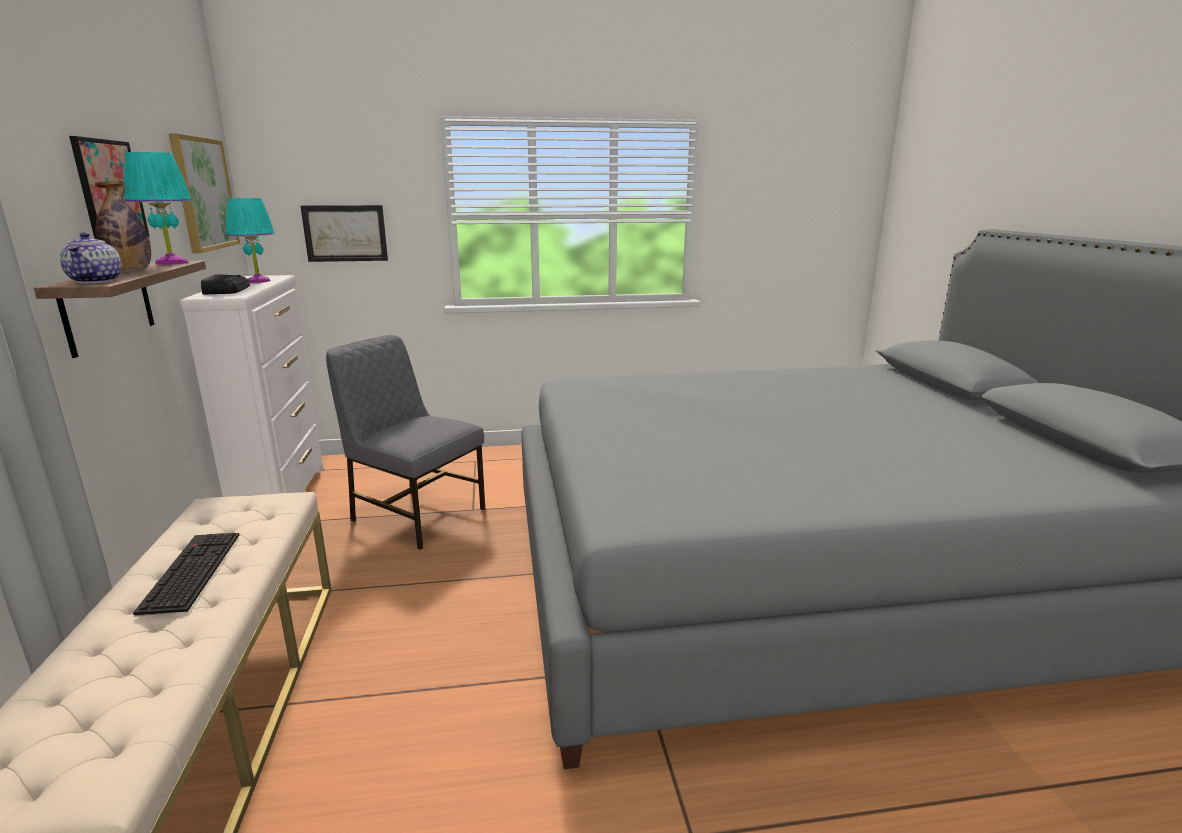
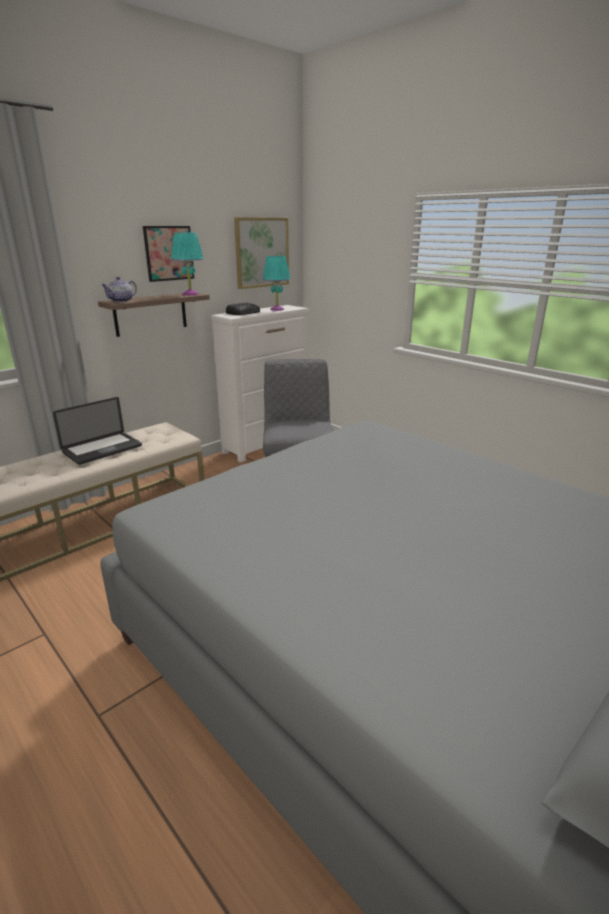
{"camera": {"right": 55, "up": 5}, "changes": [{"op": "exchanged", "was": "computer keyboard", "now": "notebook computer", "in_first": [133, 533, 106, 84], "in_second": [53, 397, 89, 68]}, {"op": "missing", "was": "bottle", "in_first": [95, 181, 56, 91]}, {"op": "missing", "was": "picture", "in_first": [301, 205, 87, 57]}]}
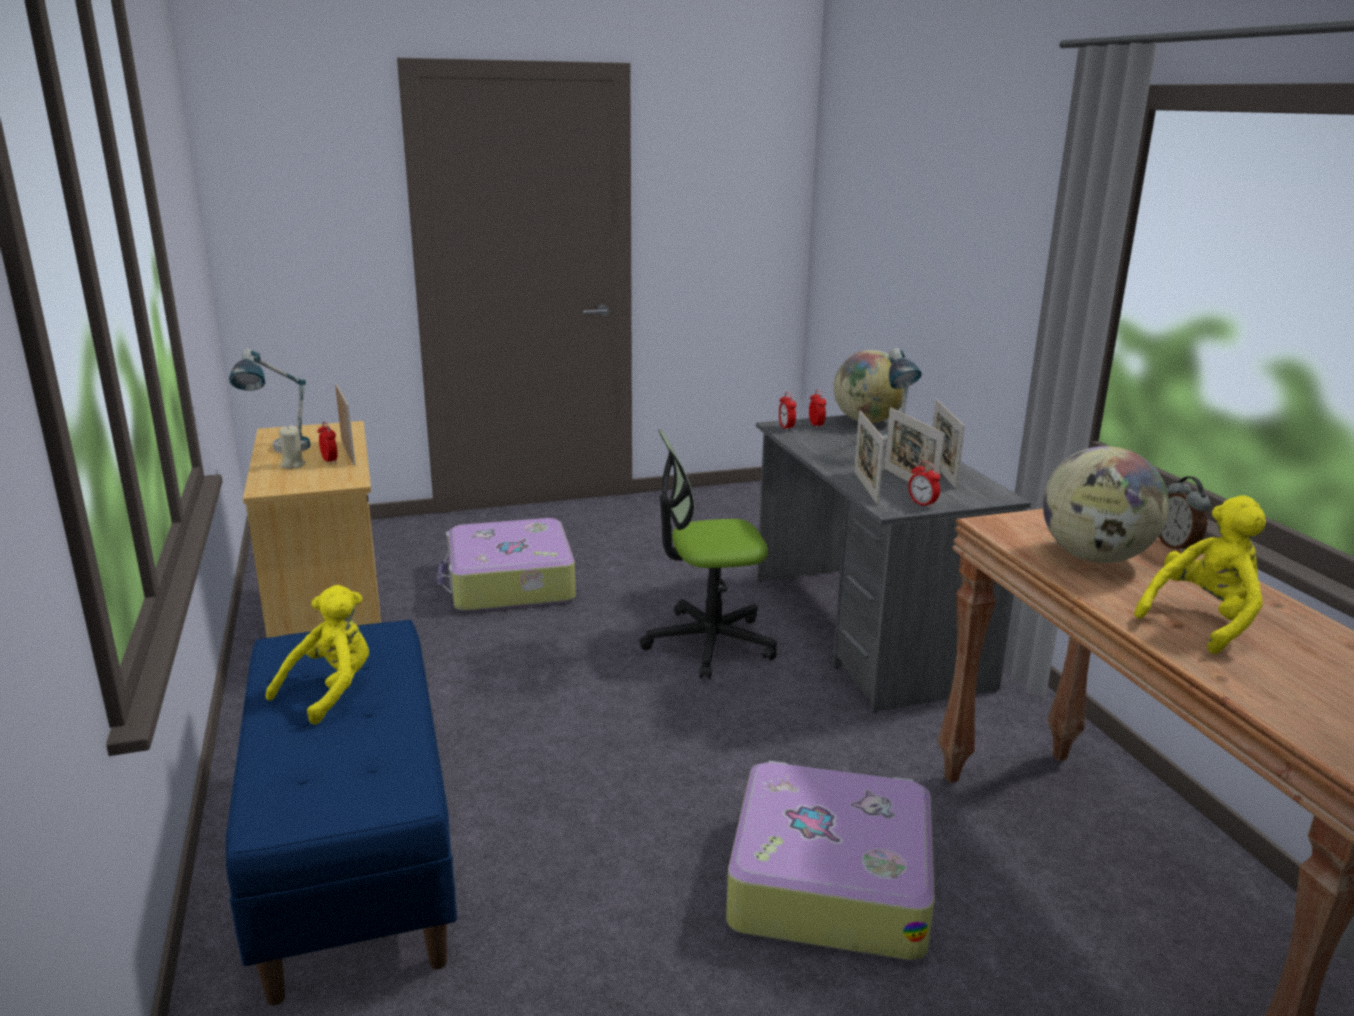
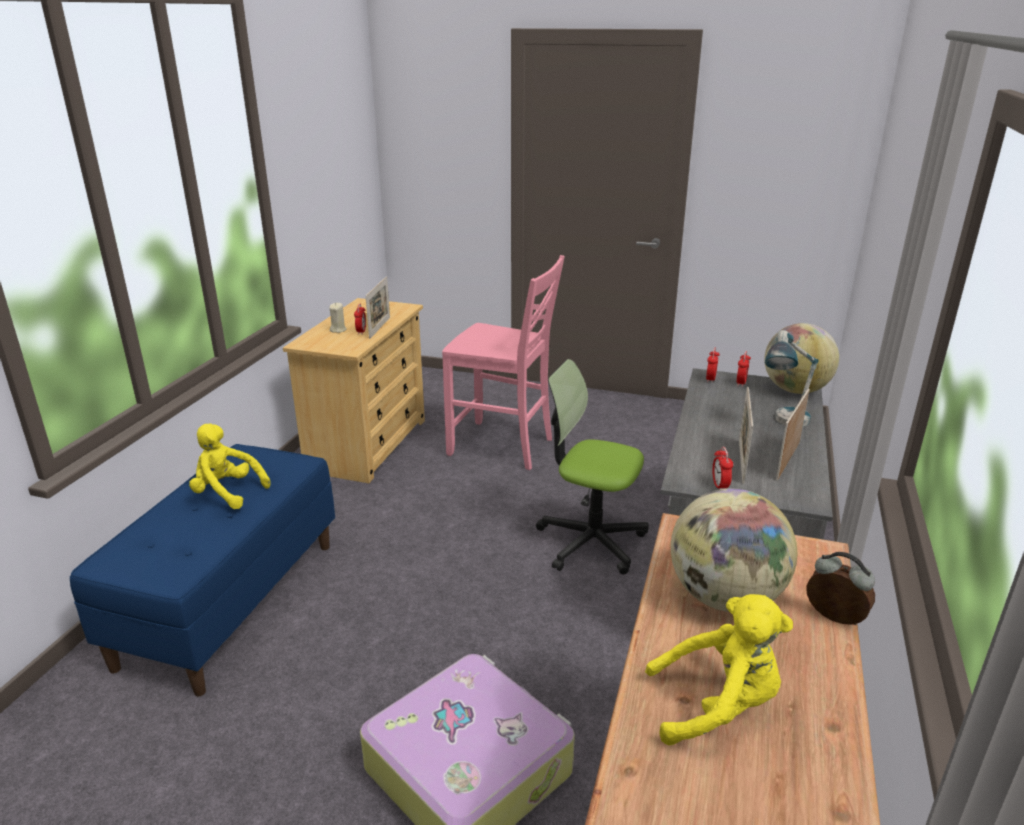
{"camera": {"right": 35, "up": 5}, "changes": [{"op": "spun", "was": "cuddly toy/yellowish", "in_first": [266, 585, 103, 140], "in_second": [189, 424, 82, 85], "clockwise": -135}, {"op": "exchanged", "was": "travel case", "now": "plain chair/pinkish", "in_first": [437, 518, 139, 94], "in_second": [442, 255, 123, 215]}, {"op": "spun", "was": "table clock", "in_first": [1159, 476, 52, 76], "in_second": [806, 552, 69, 73], "clockwise": 105}, {"op": "missing", "was": "lamp for a table", "in_first": [229, 348, 81, 105]}, {"op": "missing", "was": "picture frame", "in_first": [854, 410, 30, 94]}]}
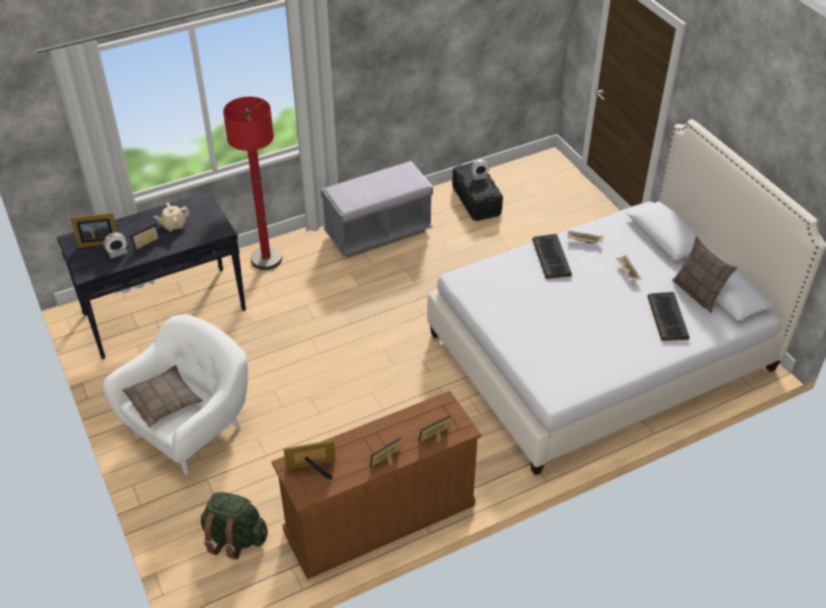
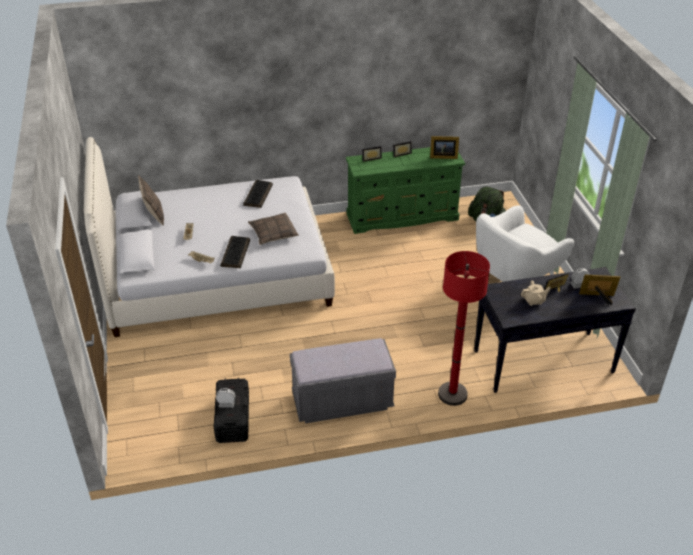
{"camera": {"right": -165, "up": -5}, "changes": [{"op": "relocated", "was": "computer keyboard", "in_first": [647, 292, 43, 49], "in_second": [243, 180, 30, 28]}, {"op": "relocated", "was": "throw pillow", "in_first": [123, 365, 80, 63], "in_second": [248, 213, 51, 32]}, {"op": "colour", "was": "dresser/brown", "now": "dresser/greenish", "in_first": [272, 391, 209, 189], "in_second": [346, 147, 119, 87]}]}
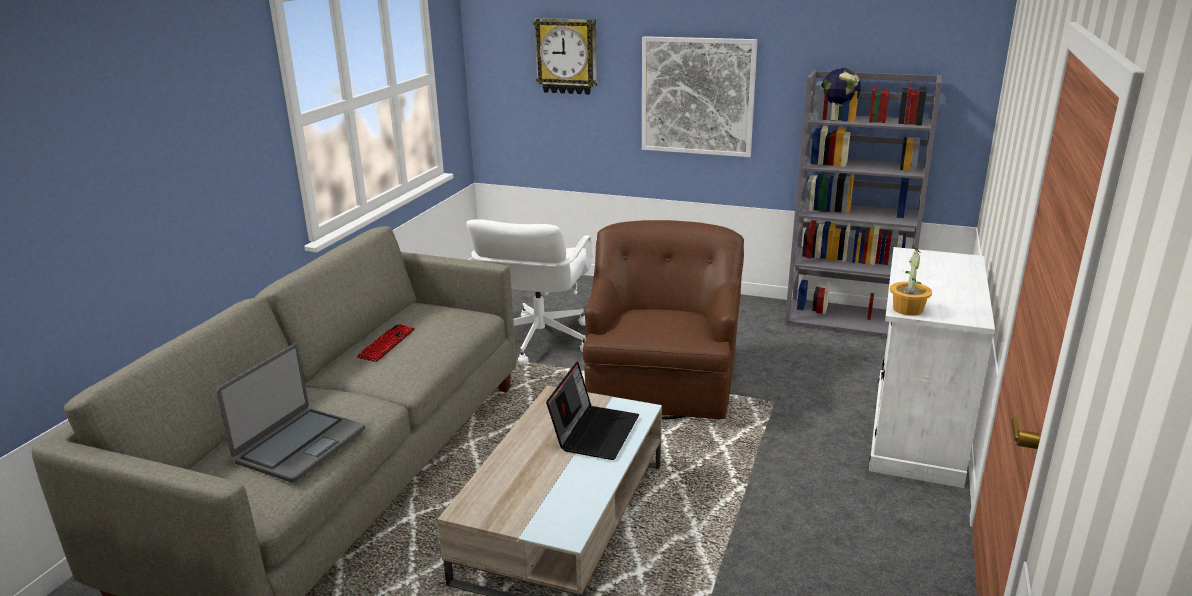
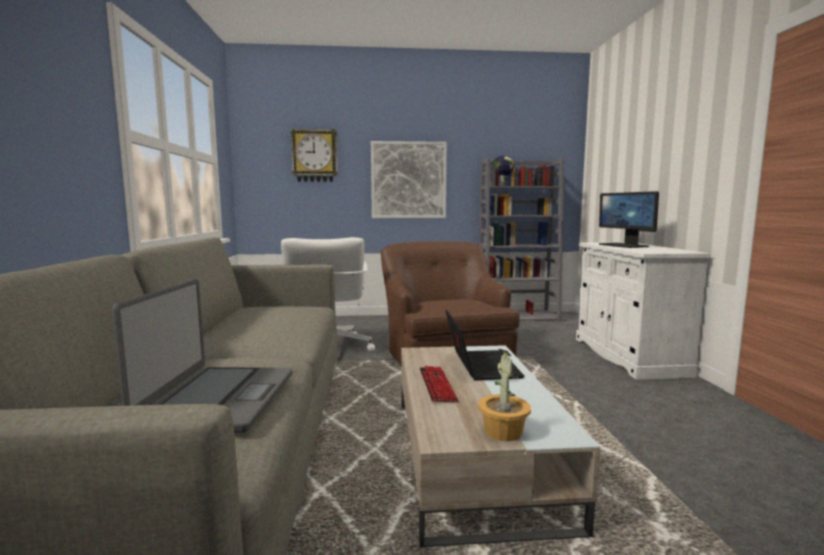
{"camera": {"right": -25, "up": -15}, "changes": [{"op": "relocated", "was": "computer keyboard", "in_first": [357, 324, 58, 38], "in_second": [420, 366, 38, 36]}, {"op": "relocated", "was": "plant in a pot", "in_first": [890, 246, 42, 70], "in_second": [478, 349, 53, 92]}, {"op": "appeared", "now": "computer screen", "in_second": [599, 191, 60, 57]}]}
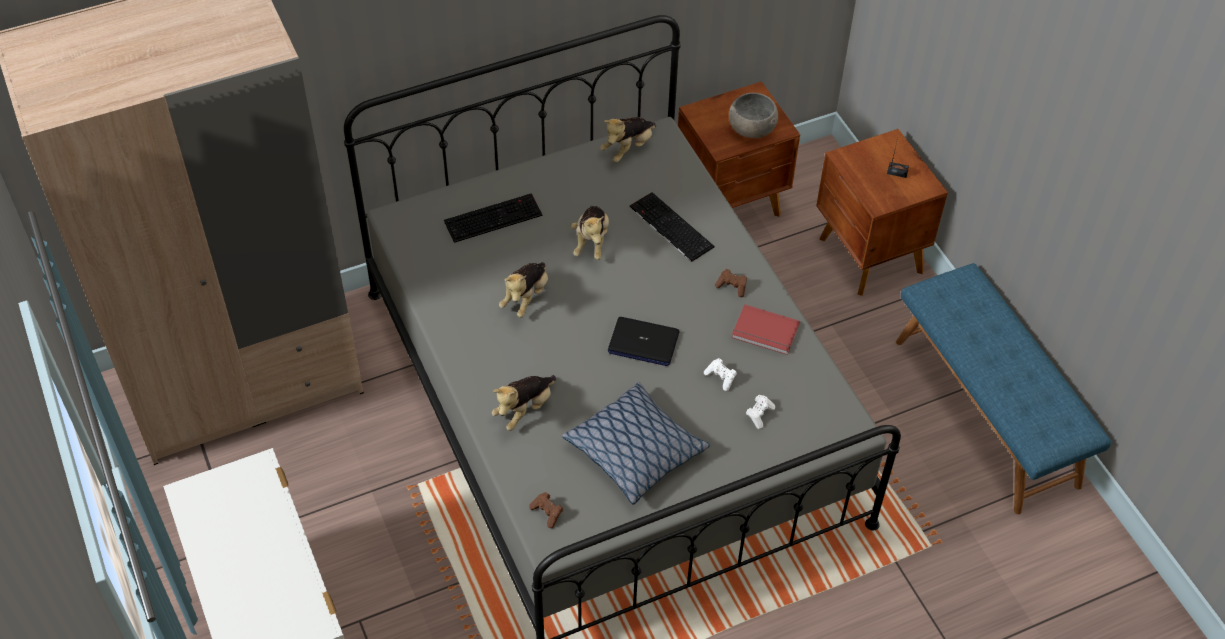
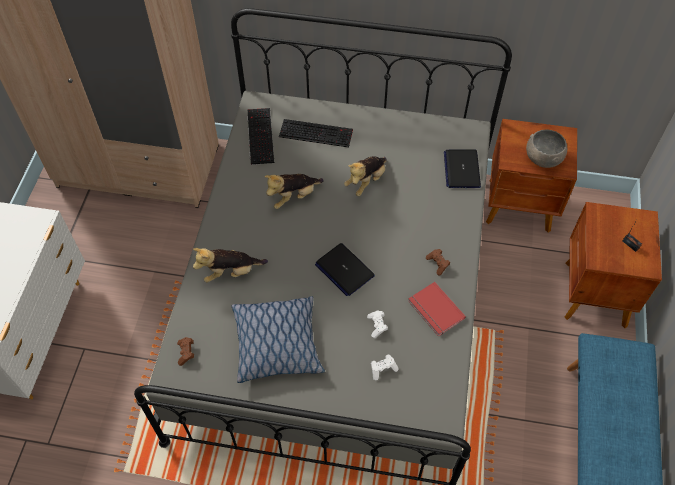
{"camera": {"right": 35, "up": 5}, "changes": [{"op": "relocated", "was": "computer keyboard", "in_first": [630, 192, 85, 70], "in_second": [247, 108, 27, 57]}, {"op": "appeared", "now": "notebook computer", "in_second": [444, 149, 37, 39]}, {"op": "missing", "was": "cuddly toy", "in_first": [600, 117, 56, 46]}]}
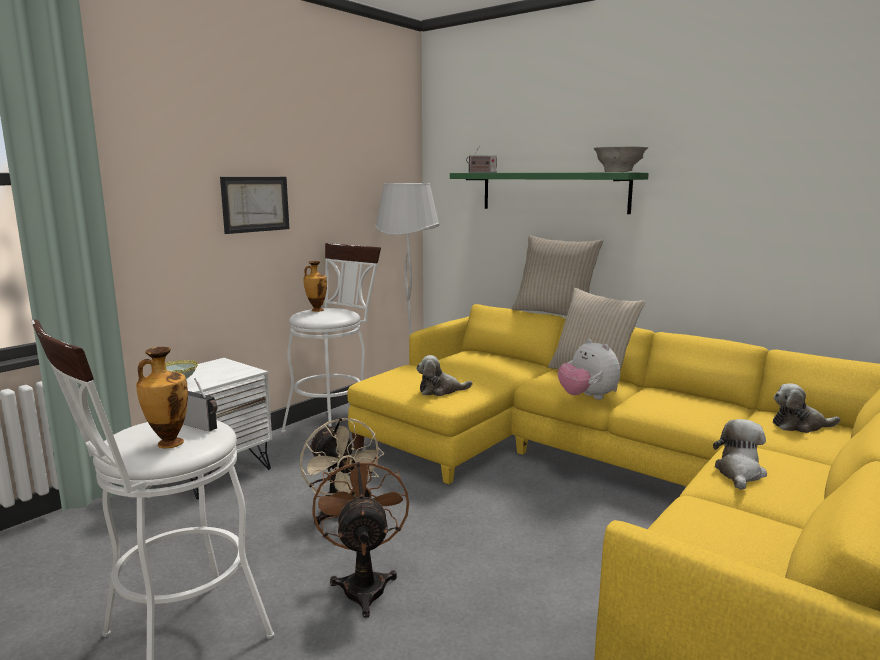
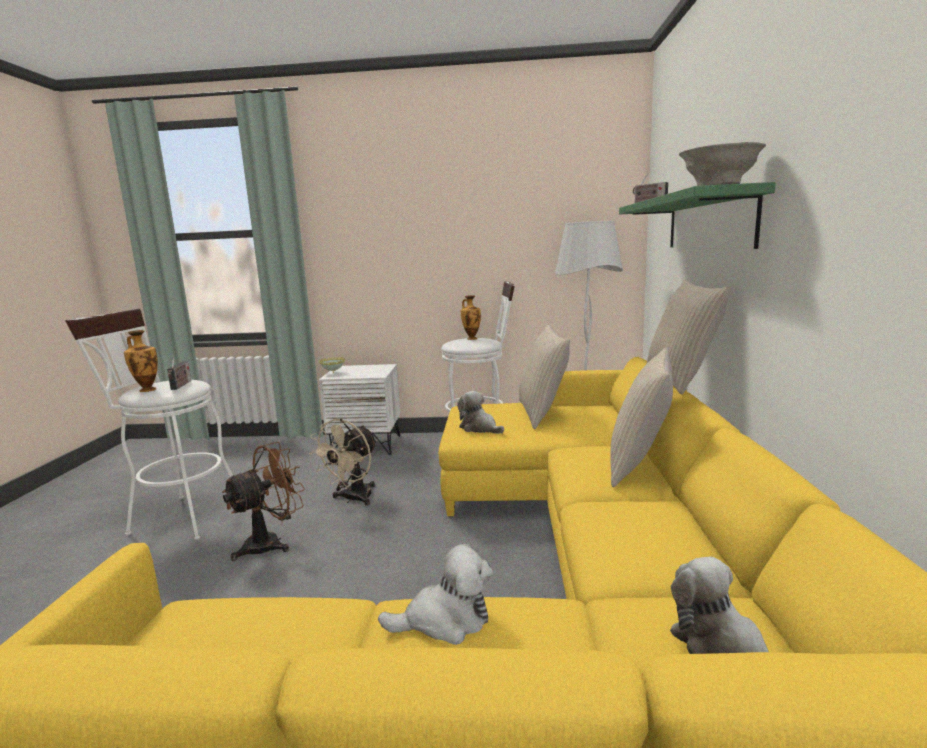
{"camera": {"right": 55, "up": 0}, "changes": [{"op": "appeared", "now": "throw pillow/beige", "in_second": [519, 325, 51, 104]}, {"op": "missing", "was": "picture", "in_first": [220, 177, 69, 57]}, {"op": "missing", "was": "cuddly toy", "in_first": [558, 339, 62, 61]}]}
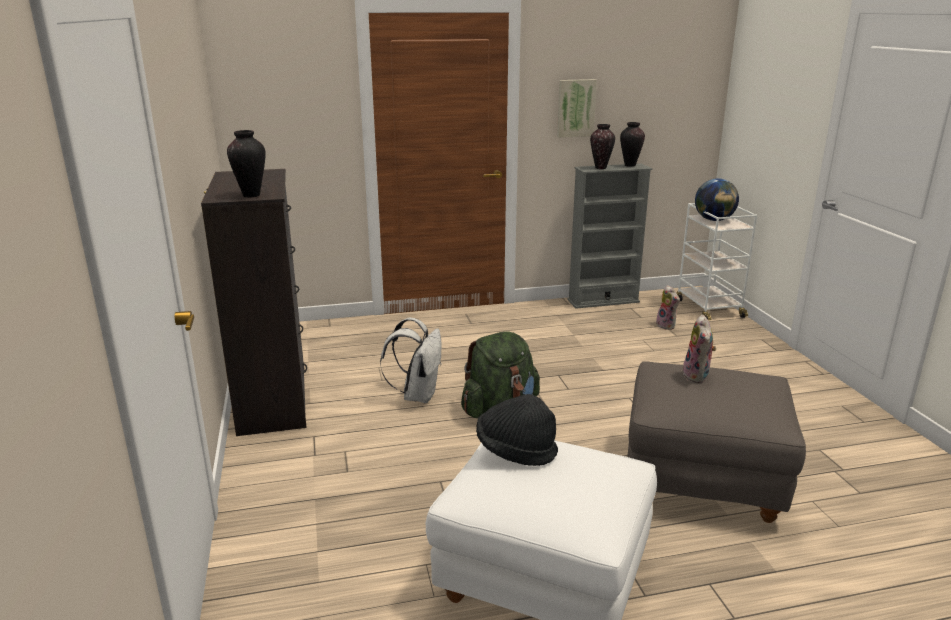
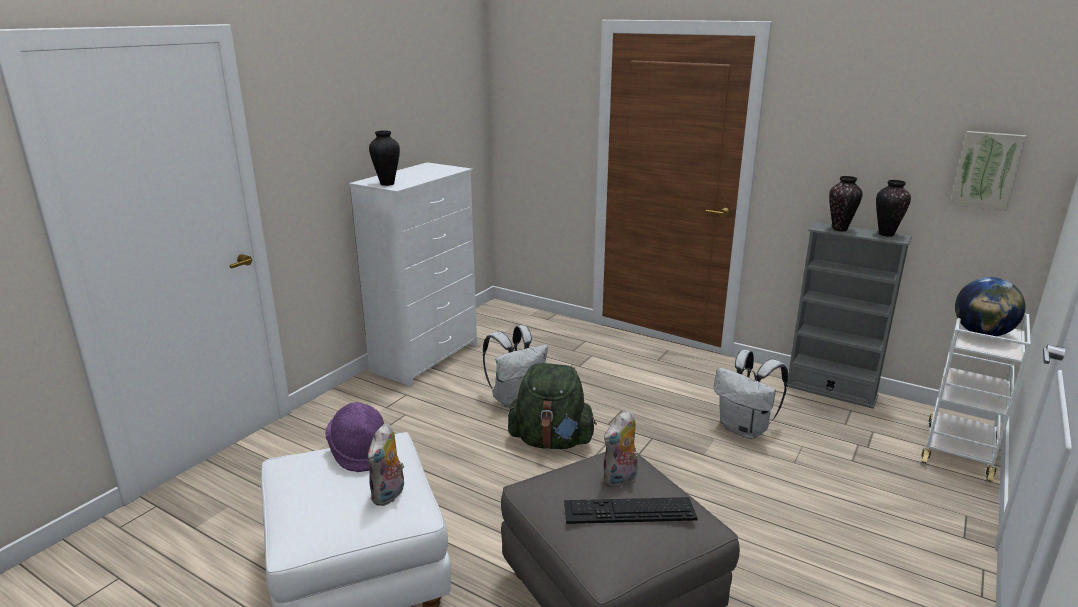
{"camera": {"right": 45, "up": 0}, "changes": [{"op": "colour", "was": "clothing hat/black", "now": "clothing hat/purple", "in_first": [476, 394, 82, 72], "in_second": [325, 402, 59, 70]}, {"op": "colour", "was": "dresser/black", "now": "dresser/white", "in_first": [201, 169, 106, 267], "in_second": [349, 162, 128, 225]}, {"op": "relocated", "was": "cuddly toy", "in_first": [656, 285, 24, 45], "in_second": [367, 423, 41, 83]}, {"op": "appeared", "now": "computer keyboard", "in_second": [564, 497, 134, 27]}, {"op": "appeared", "now": "rucksack/white", "in_second": [714, 350, 74, 89]}, {"op": "relocated", "was": "picture", "in_first": [557, 79, 40, 59], "in_second": [951, 131, 75, 80]}]}
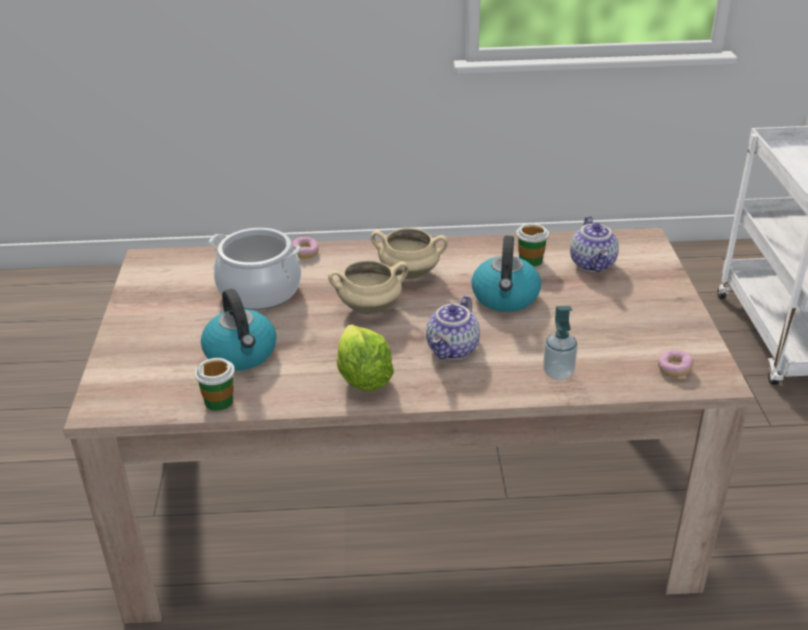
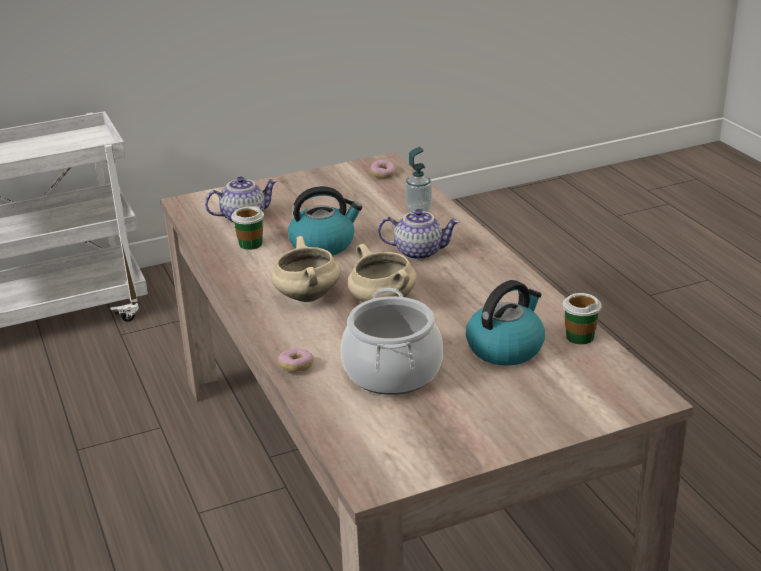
{"camera": {"right": -110, "up": -5}, "changes": [{"op": "missing", "was": "head of lettuce", "in_first": [337, 324, 57, 67]}]}
